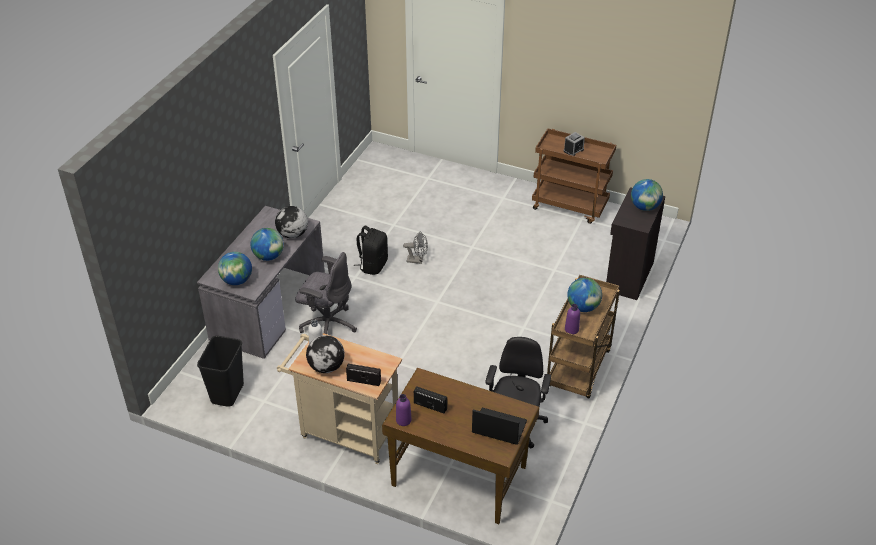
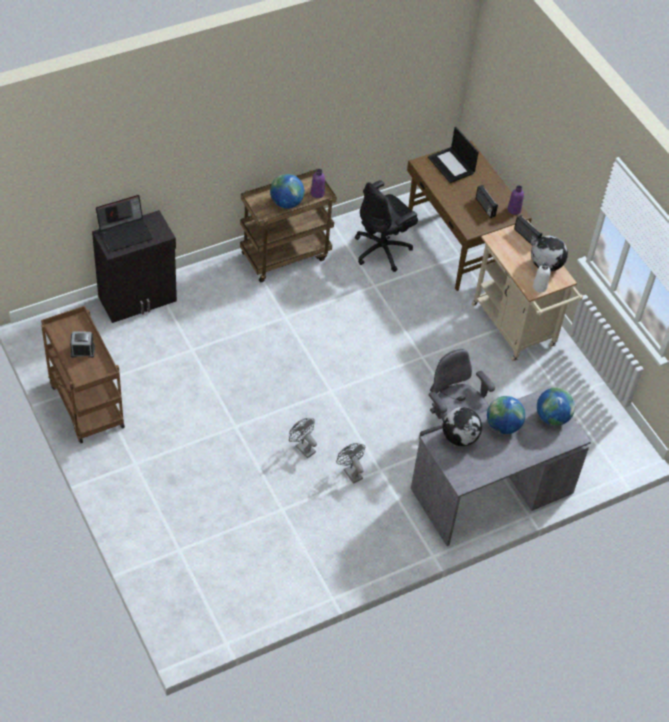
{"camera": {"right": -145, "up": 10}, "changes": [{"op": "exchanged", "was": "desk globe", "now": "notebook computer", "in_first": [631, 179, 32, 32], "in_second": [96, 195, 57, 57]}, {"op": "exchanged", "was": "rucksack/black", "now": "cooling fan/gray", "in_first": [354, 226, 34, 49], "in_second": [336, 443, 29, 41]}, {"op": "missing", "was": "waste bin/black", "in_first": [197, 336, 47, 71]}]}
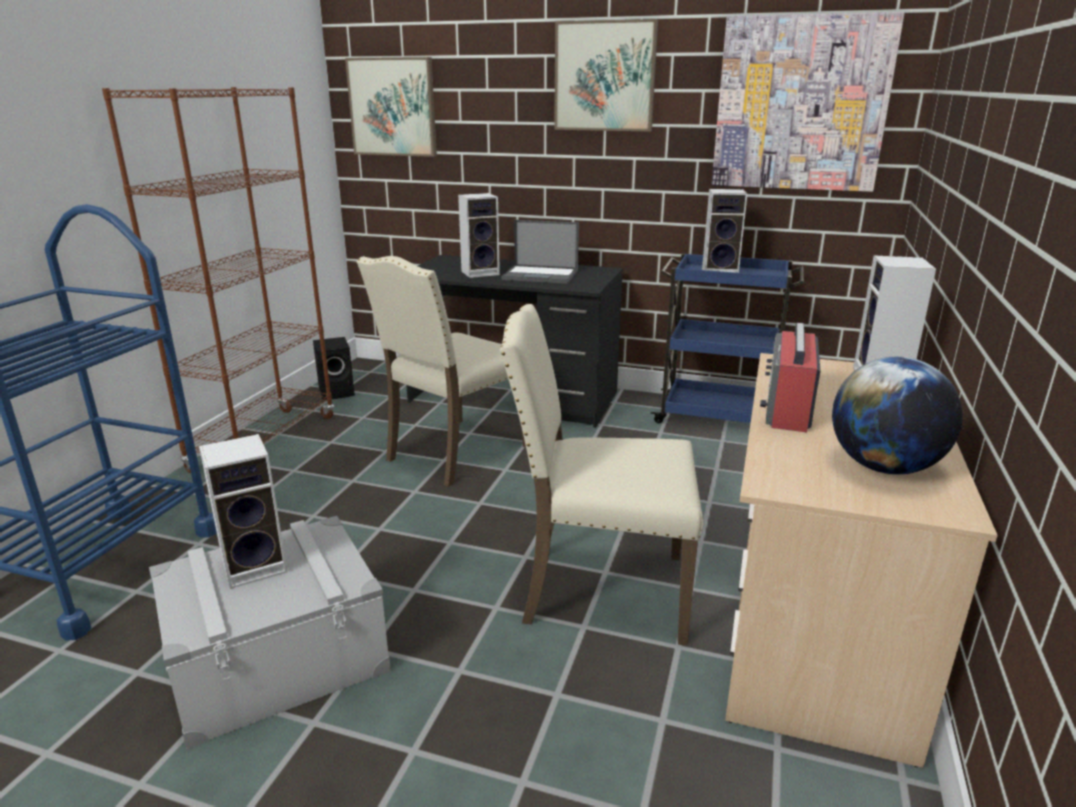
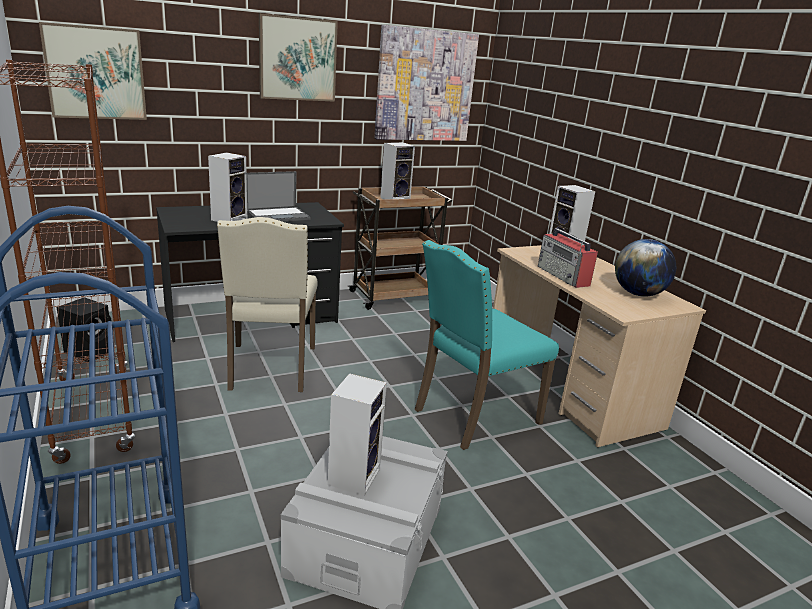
{"camera": {"right": -45, "up": 0}, "changes": [{"op": "colour", "was": "wheeled cart/blue", "now": "wheeled cart/brown", "in_first": [651, 253, 153, 170], "in_second": [347, 186, 105, 124]}, {"op": "colour", "was": "plain chair/beige", "now": "plain chair/turquoise", "in_first": [499, 304, 204, 341], "in_second": [415, 240, 144, 210]}]}
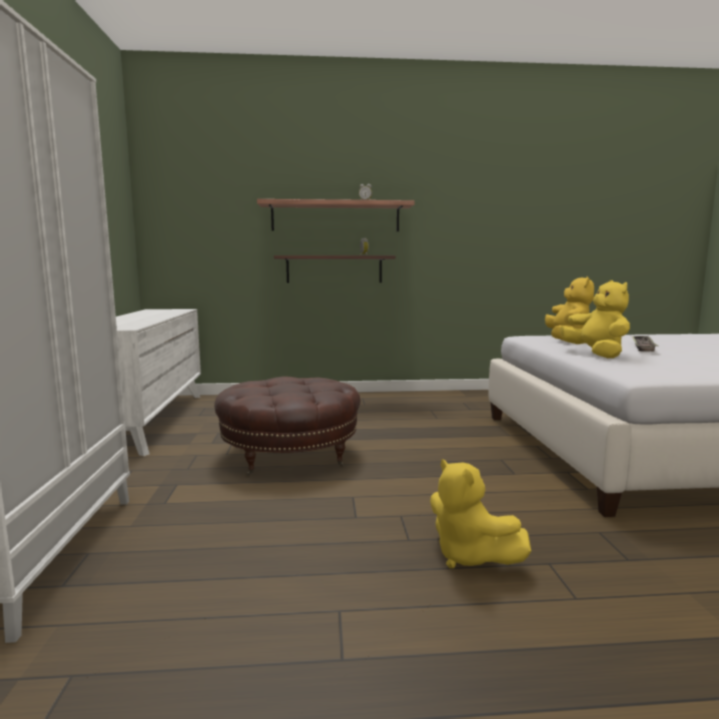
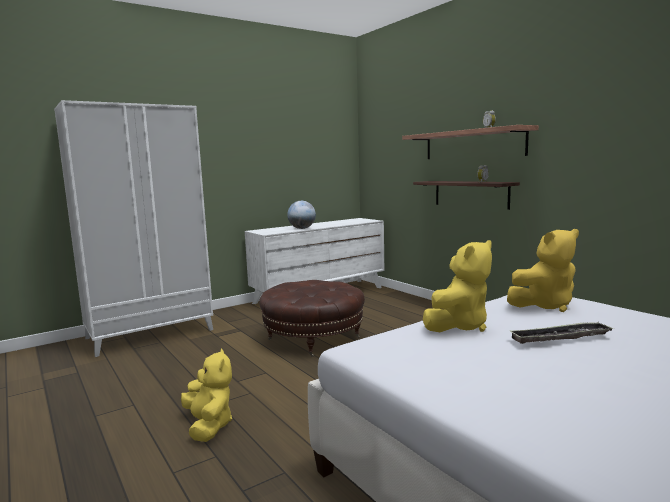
{"camera": {"right": 60, "up": 0}, "changes": [{"op": "spun", "was": "cuddly toy/yellowish", "in_first": [430, 459, 101, 109], "in_second": [181, 349, 51, 93], "clockwise": 135}, {"op": "appeared", "now": "desk globe", "in_second": [287, 201, 29, 28]}]}
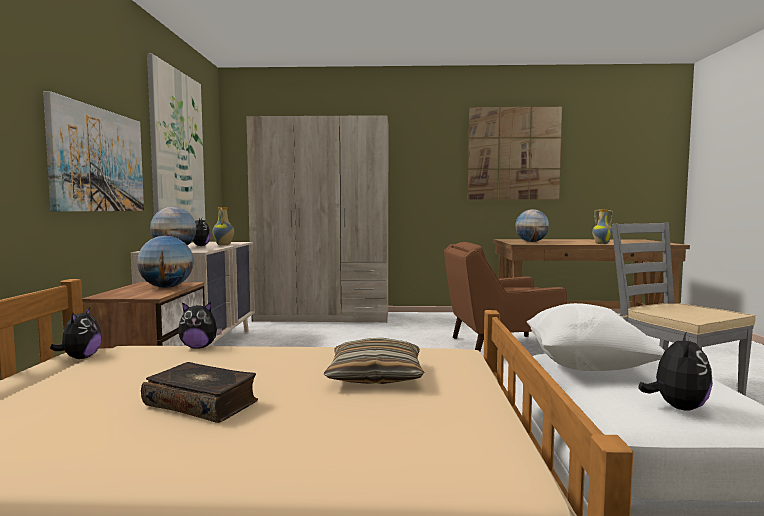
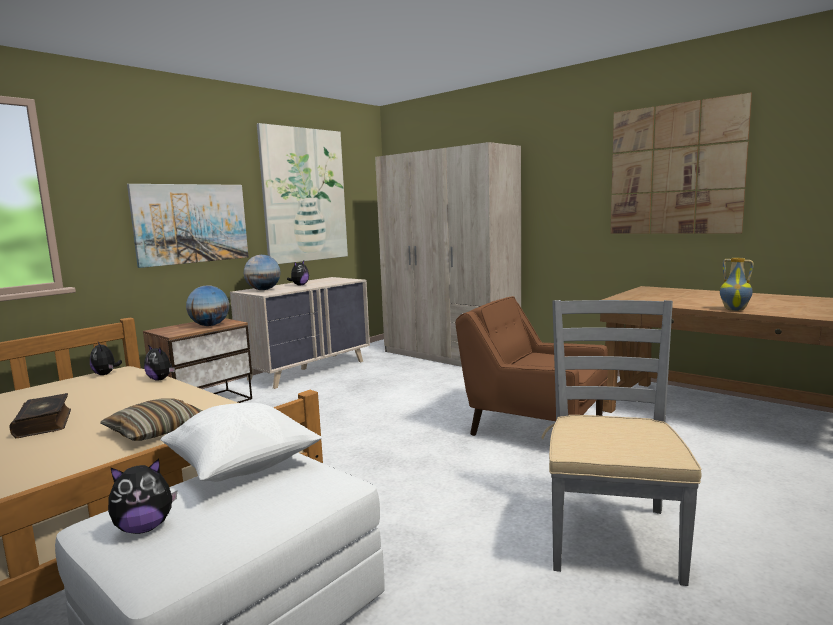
{"camera": {"right": 40, "up": 5}, "changes": [{"op": "spun", "was": "cuddly toy", "in_first": [50, 307, 52, 52], "in_second": [90, 342, 32, 33], "clockwise": 105}, {"op": "missing", "was": "decorative vase", "in_first": [213, 207, 21, 38]}, {"op": "missing", "was": "desk globe", "in_first": [515, 209, 34, 33]}]}
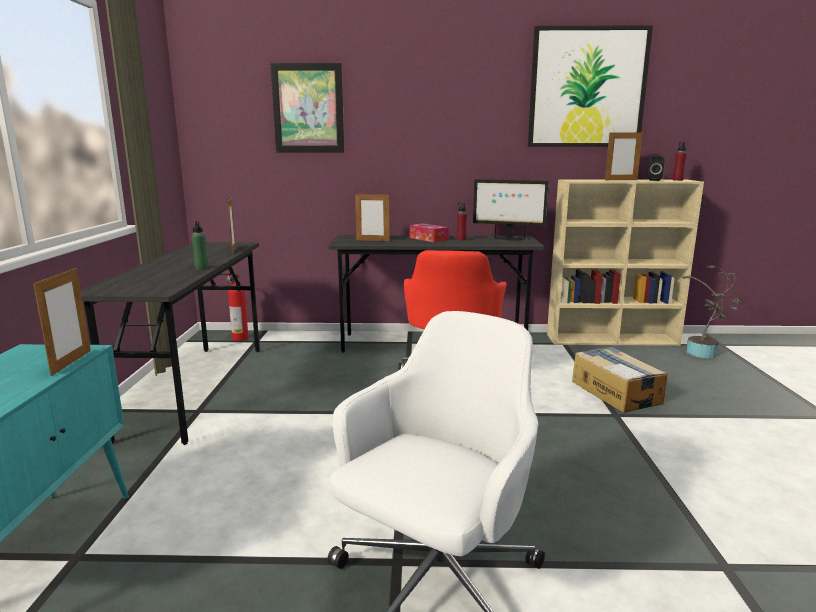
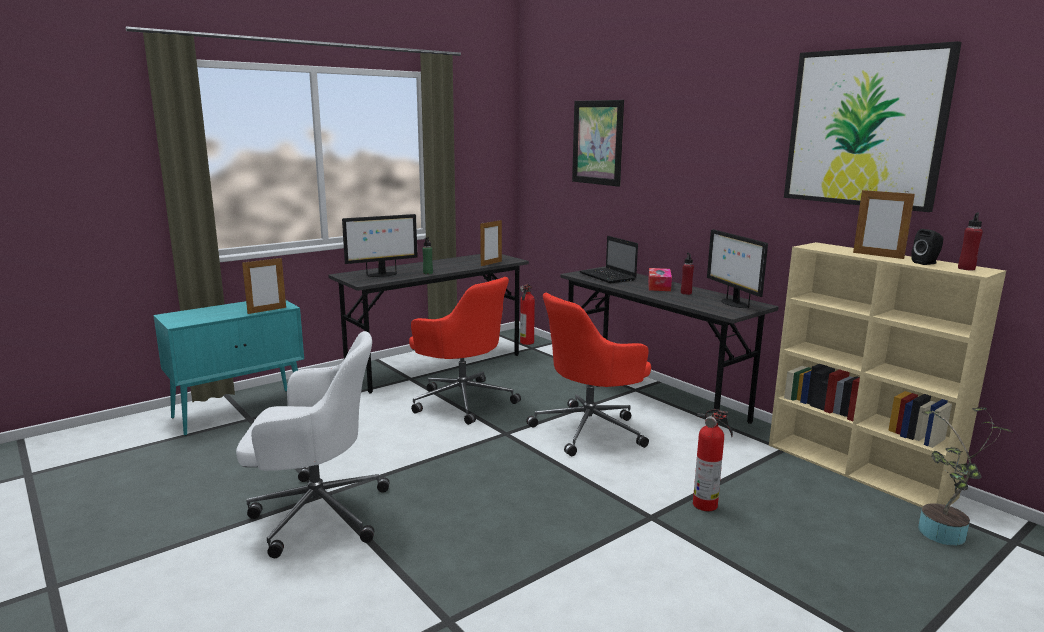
{"camera": {"right": 50, "up": 0}, "changes": [{"op": "appeared", "now": "computer screen", "in_second": [342, 214, 76, 63]}, {"op": "appeared", "now": "desk chair/red-coloured", "in_second": [409, 277, 112, 148]}, {"op": "exchanged", "was": "picture frame", "now": "notebook computer", "in_first": [355, 194, 34, 47], "in_second": [580, 236, 58, 47]}, {"op": "exchanged", "was": "carton", "now": "fire extinguisher", "in_first": [572, 347, 95, 66], "in_second": [693, 409, 40, 102]}]}
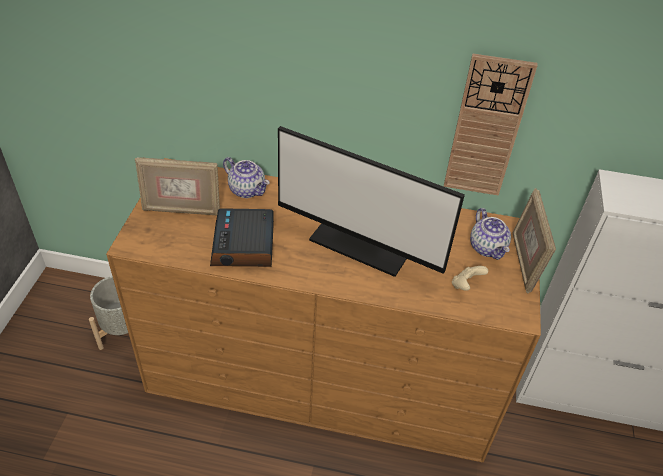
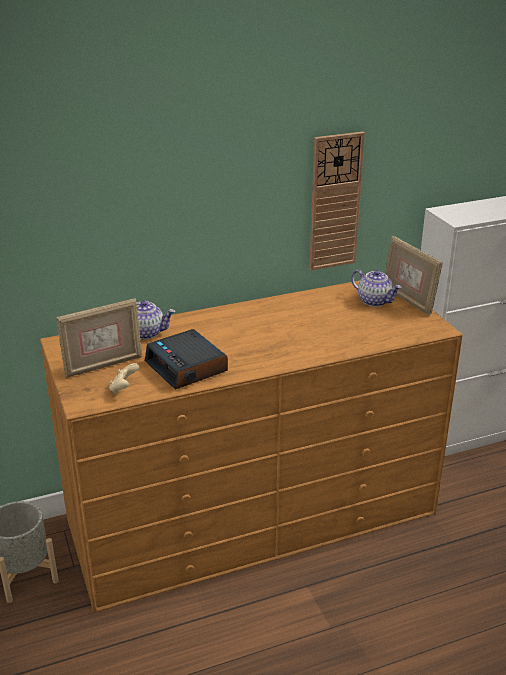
{"camera": {"right": -30, "up": -15}, "changes": [{"op": "relocated", "was": "joypad/beige", "in_first": [452, 266, 37, 25], "in_second": [109, 363, 30, 31]}, {"op": "missing", "was": "computer screen", "in_first": [278, 126, 187, 151]}]}
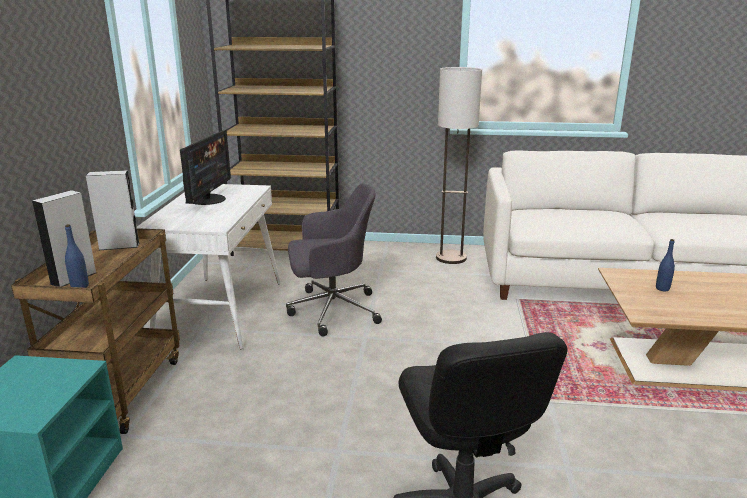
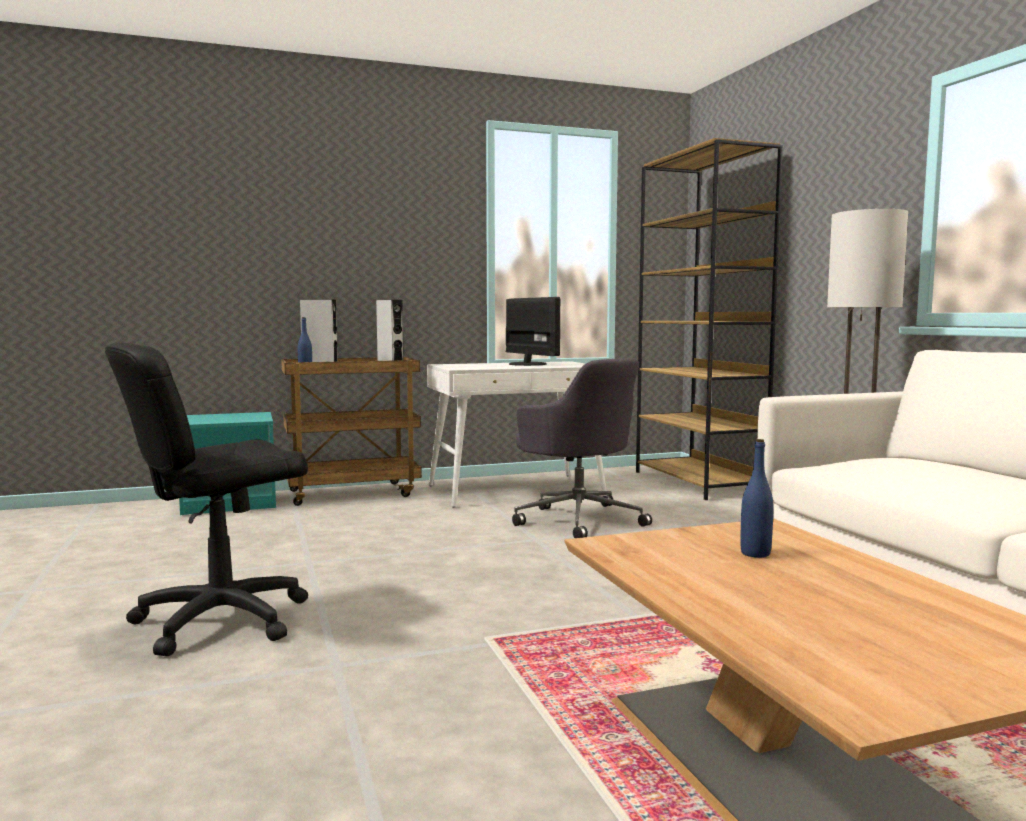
{"camera": {"right": 65, "up": -15}, "changes": [{"op": "spun", "was": "computer screen", "in_first": [180, 130, 51, 75], "in_second": [506, 297, 54, 69], "clockwise": -105}]}
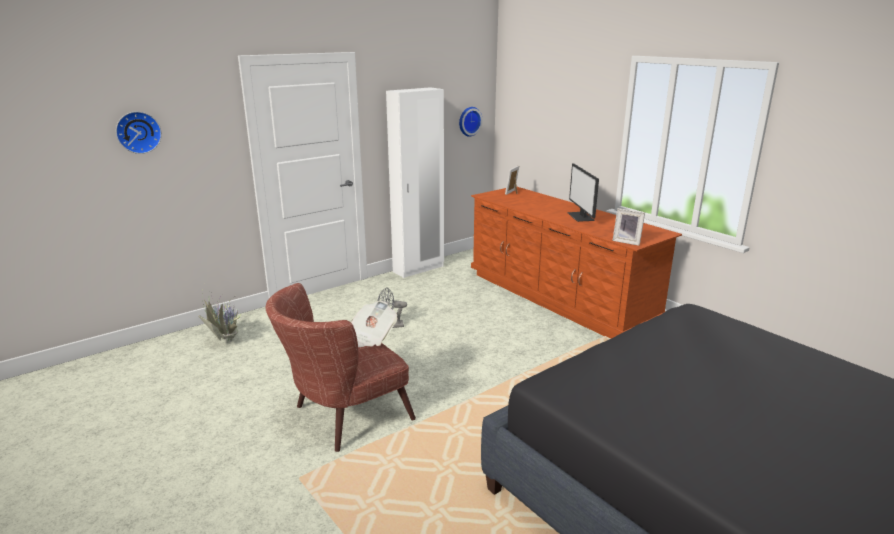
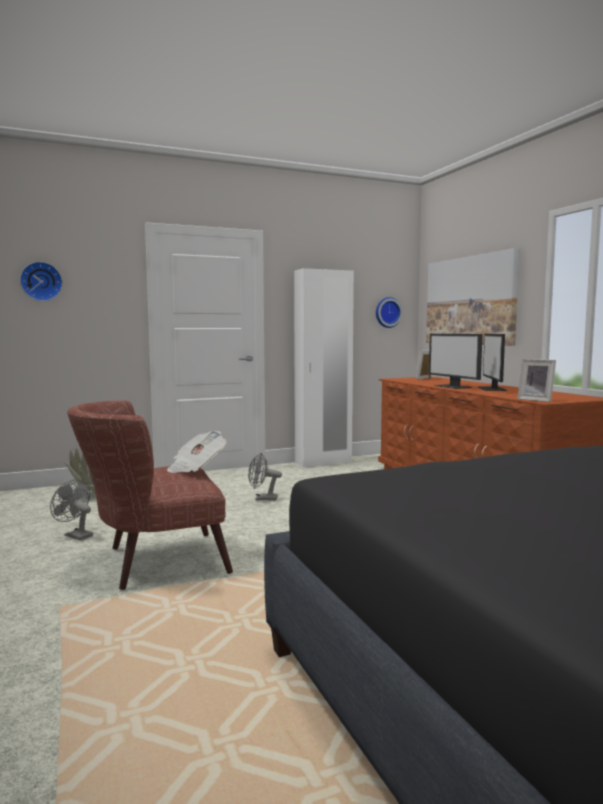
{"camera": {"right": 15, "up": -15}, "changes": [{"op": "appeared", "now": "cooling fan/gray", "in_second": [50, 479, 43, 61]}, {"op": "appeared", "now": "picture", "in_second": [426, 248, 94, 98]}, {"op": "appeared", "now": "computer screen", "in_second": [429, 334, 54, 55]}]}
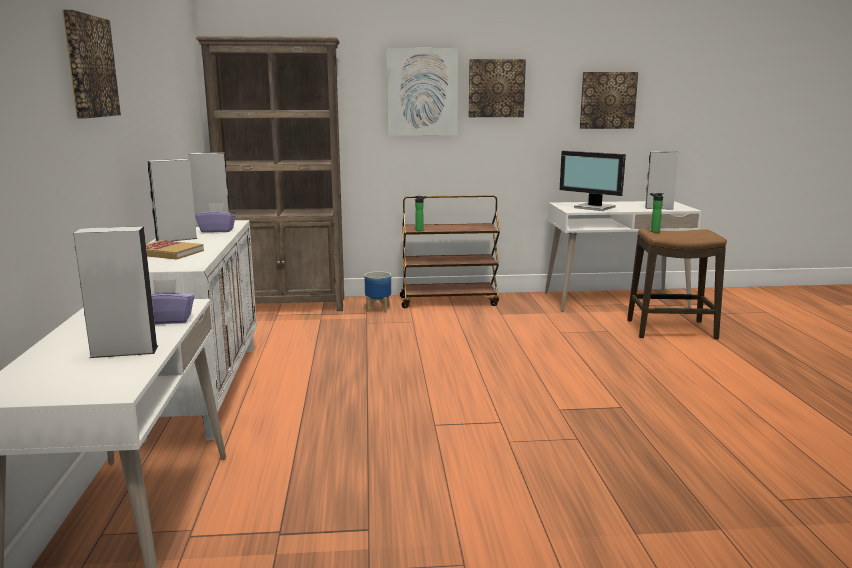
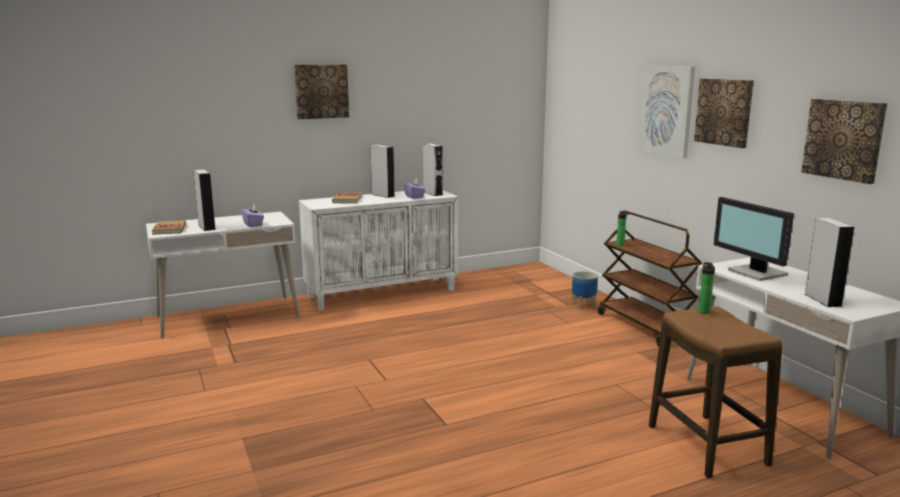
{"camera": {"right": 70, "up": 0}, "changes": [{"op": "appeared", "now": "volume", "in_second": [152, 220, 34, 15]}, {"op": "spun", "was": "computer screen", "in_first": [560, 151, 66, 60], "in_second": [714, 197, 80, 84], "clockwise": -45}, {"op": "missing", "was": "bookcase/brown", "in_first": [196, 36, 148, 275]}]}
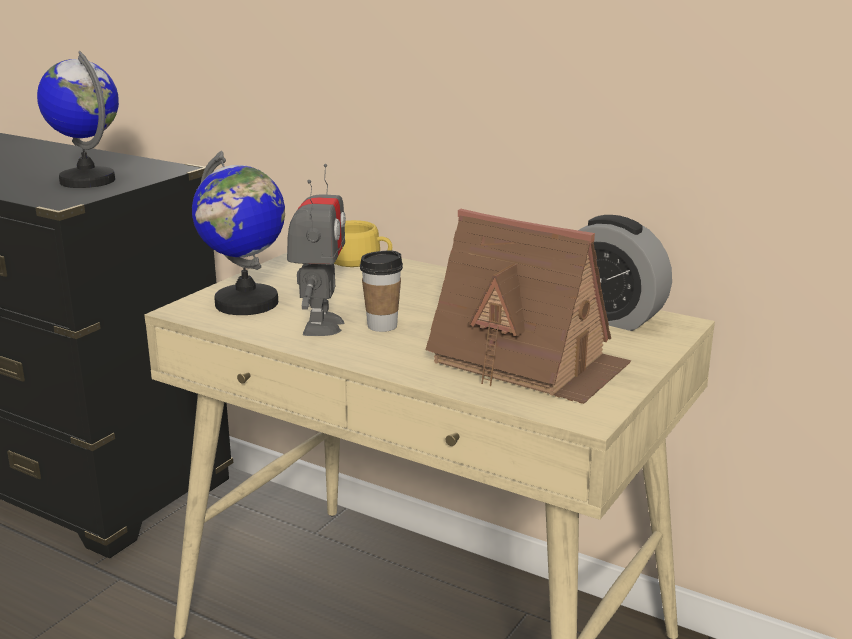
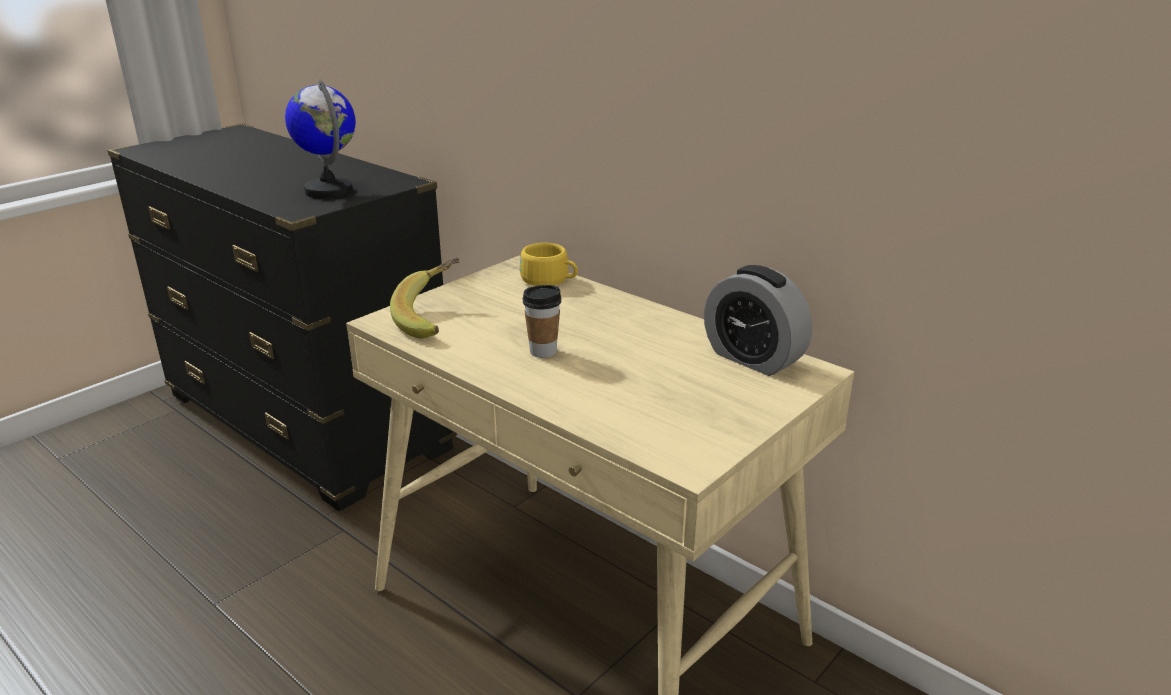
{"camera": {"right": 10, "up": 5}, "changes": [{"op": "exchanged", "was": "desk globe", "now": "whole banana", "in_first": [192, 151, 93, 164], "in_second": [390, 258, 70, 80]}, {"op": "missing", "was": "toy robot", "in_first": [287, 164, 59, 172]}, {"op": "missing", "was": "toy house", "in_first": [426, 209, 205, 195]}]}
